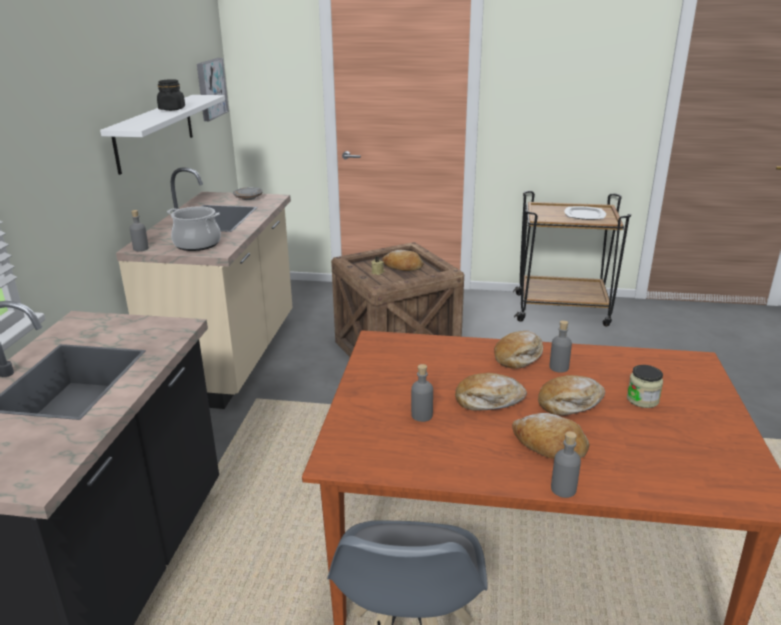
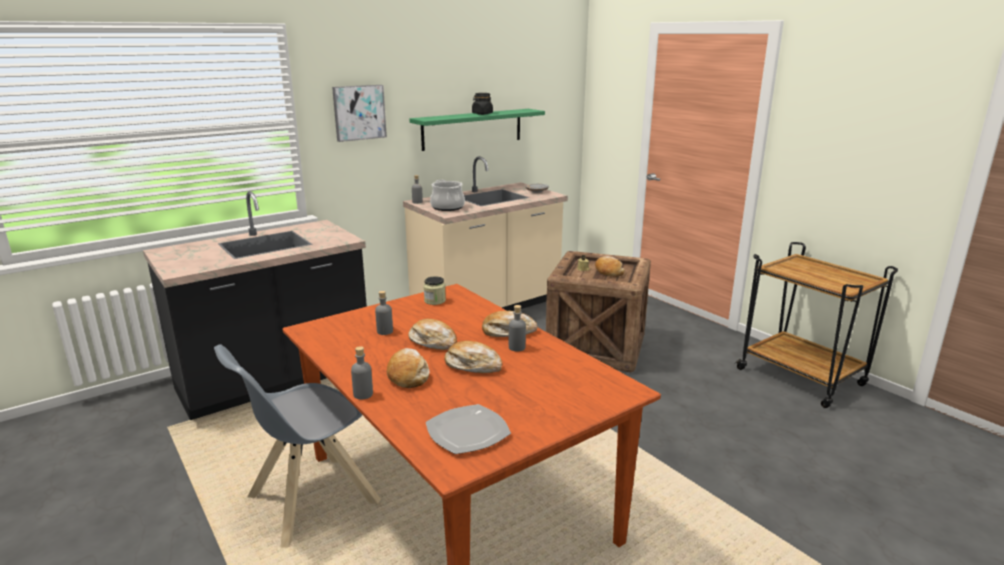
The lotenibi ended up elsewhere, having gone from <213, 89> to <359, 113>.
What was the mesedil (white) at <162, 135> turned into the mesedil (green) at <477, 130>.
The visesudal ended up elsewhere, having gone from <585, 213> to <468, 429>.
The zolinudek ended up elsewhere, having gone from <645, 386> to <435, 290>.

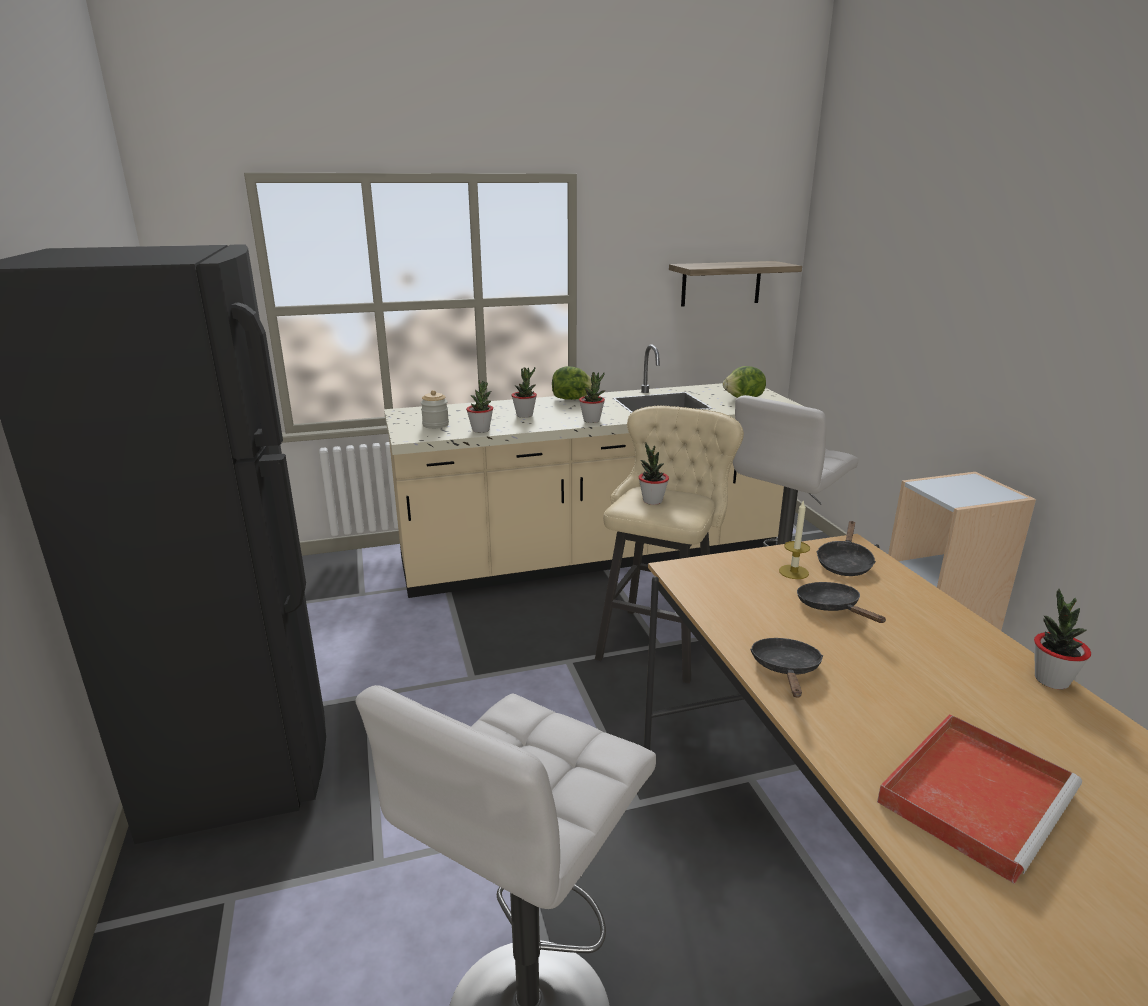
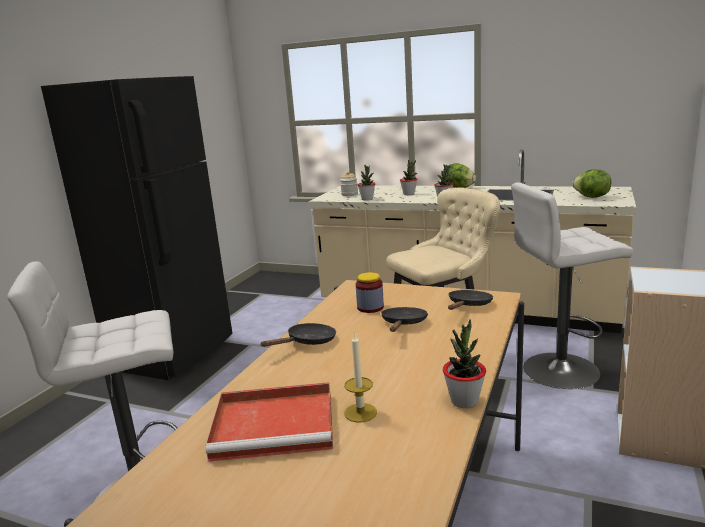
The second view lost the mesedil at <735, 284>.
The second view lost the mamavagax at <654, 474>.
The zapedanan ended up elsewhere, having gone from <794, 540> to <360, 378>.
The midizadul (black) at <846, 548> ended up facing another way, 150 degrees clockwise from before.
The second view gained the zolinudek at <370, 292>.

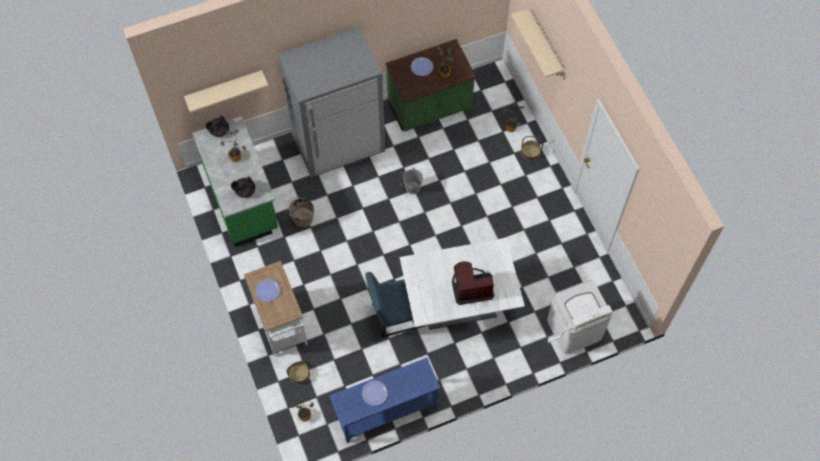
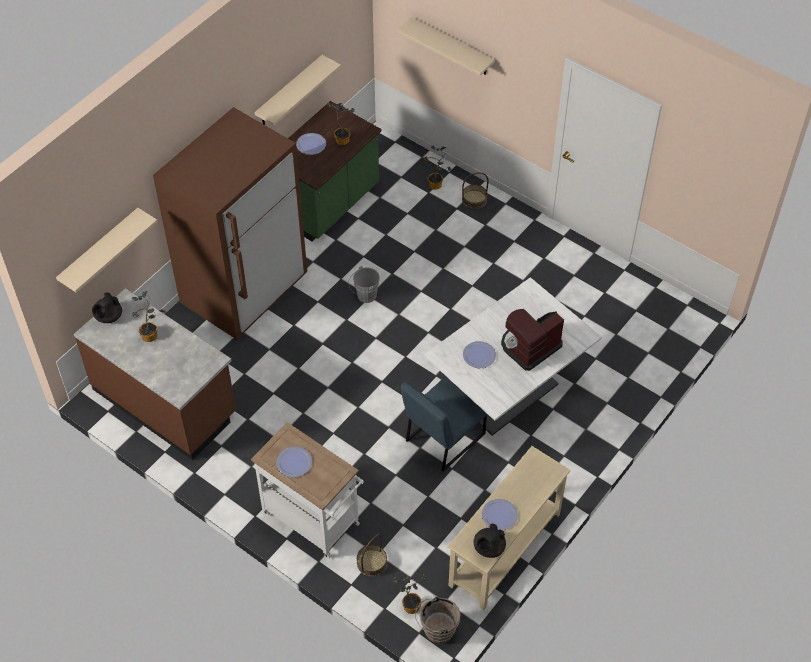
What was the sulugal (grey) at <331, 102> turned into the sulugal (brown) at <230, 223>.
What was the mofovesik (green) at <235, 181> turned into the mofovesik (brown) at <155, 374>.
The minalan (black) ended up elsewhere, having gone from <243, 187> to <490, 541>.
The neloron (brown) ended up elsewhere, having gone from <300, 212> to <438, 620>.
The second view lost the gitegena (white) at <580, 317>.
What was the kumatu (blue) at <385, 400> turned into the kumatu (beige) at <509, 528>.
The second view gained the mesedil (beige) at <298, 90>.
The second view gained the visesudal at <479, 354>.

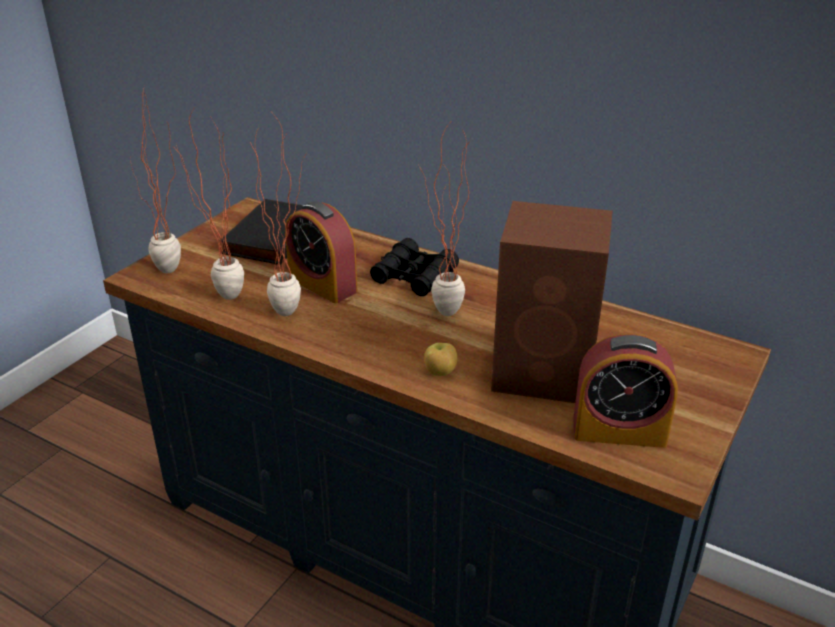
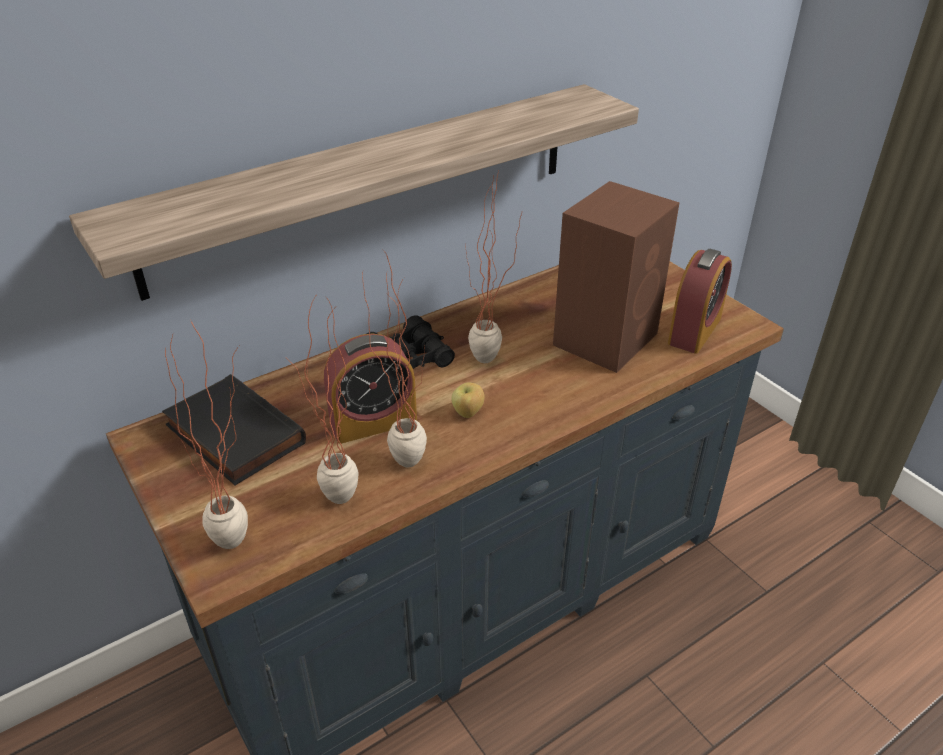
The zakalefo ended up elsewhere, having gone from <440, 359> to <468, 400>.
The second view gained the mesedil at <354, 192>.

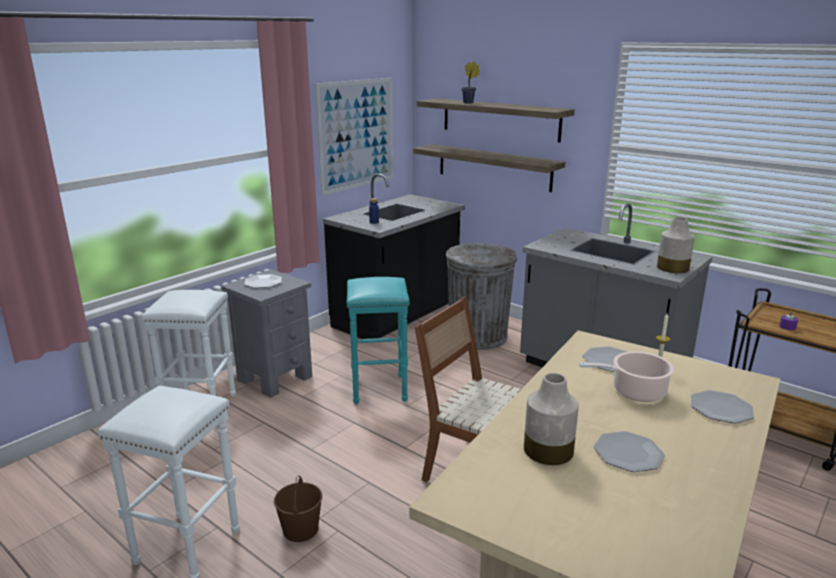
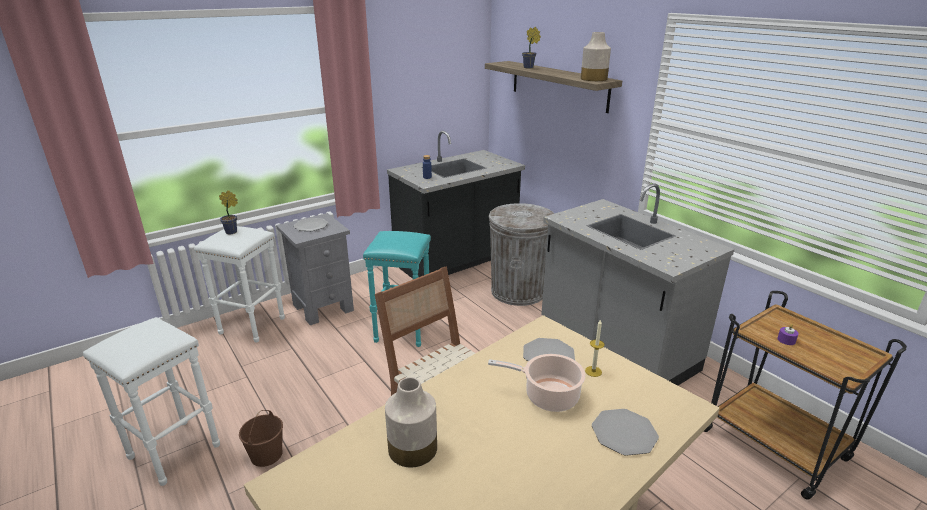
The second view lost the lotenibi at <354, 136>.
The second view lost the mesedil at <489, 168>.
The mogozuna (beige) ended up elsewhere, having gone from <676, 245> to <596, 56>.
The second view lost the visesudal at <629, 451>.
The second view gained the mamavagax at <228, 212>.

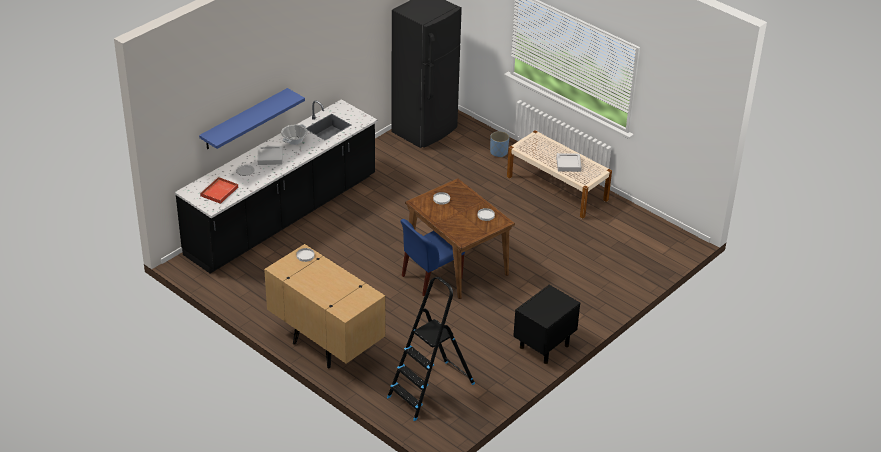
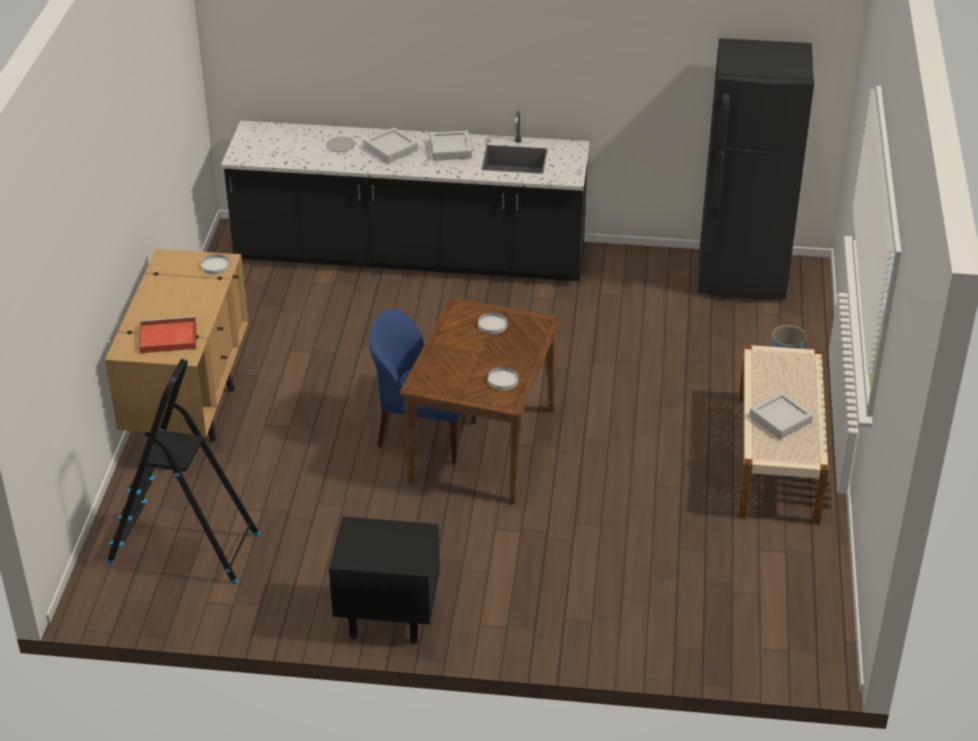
The second view lost the mesedil (blue) at <252, 119>.
Where the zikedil stood at <294, 135>, the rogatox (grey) came to stand at <451, 146>.
The rogatox (red) ended up elsewhere, having gone from <218, 190> to <167, 334>.

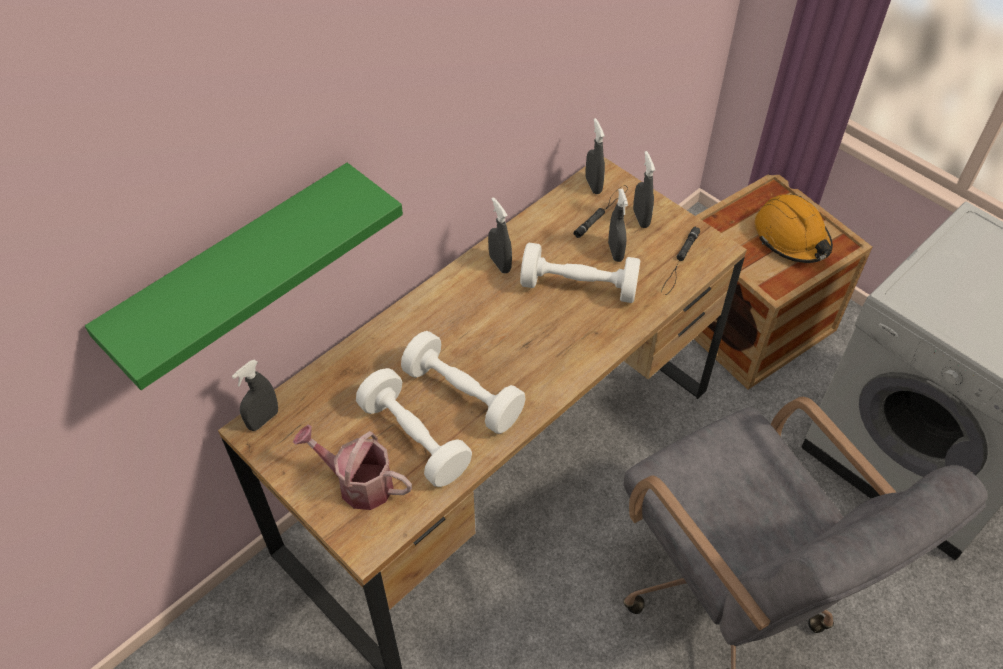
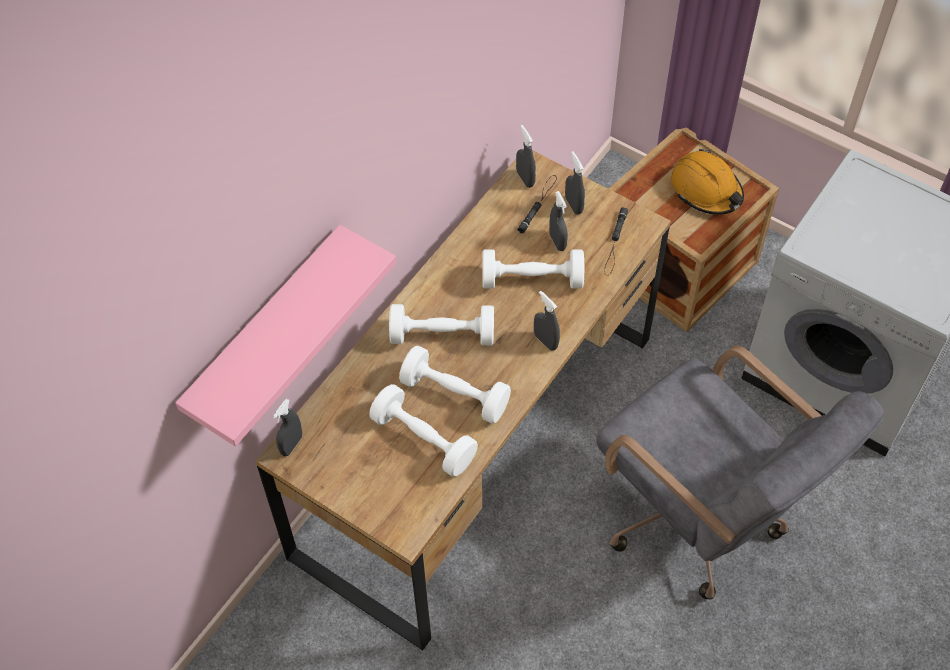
What was the mesedil (green) at <244, 276> turned into the mesedil (pink) at <286, 335>.
The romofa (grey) ended up elsewhere, having gone from <500, 235> to <547, 320>.
The second view lost the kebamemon at <352, 467>.
The second view gained the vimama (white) at <441, 324>.

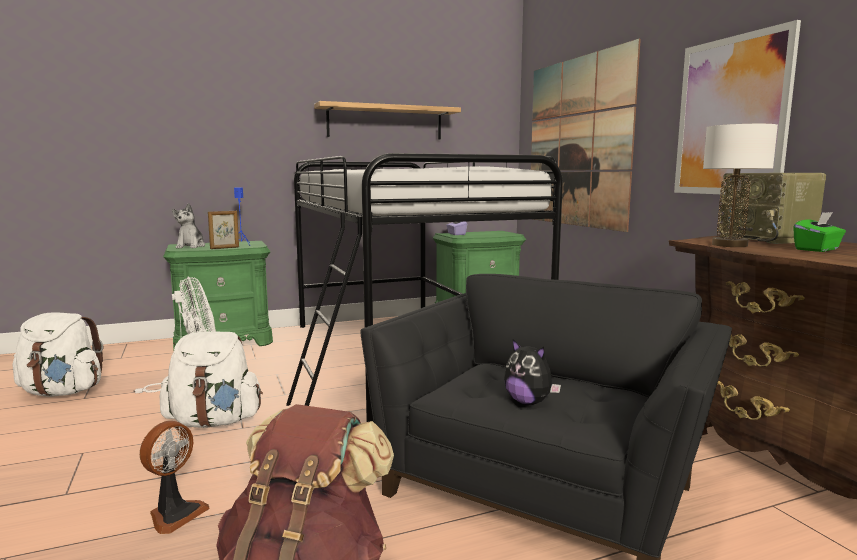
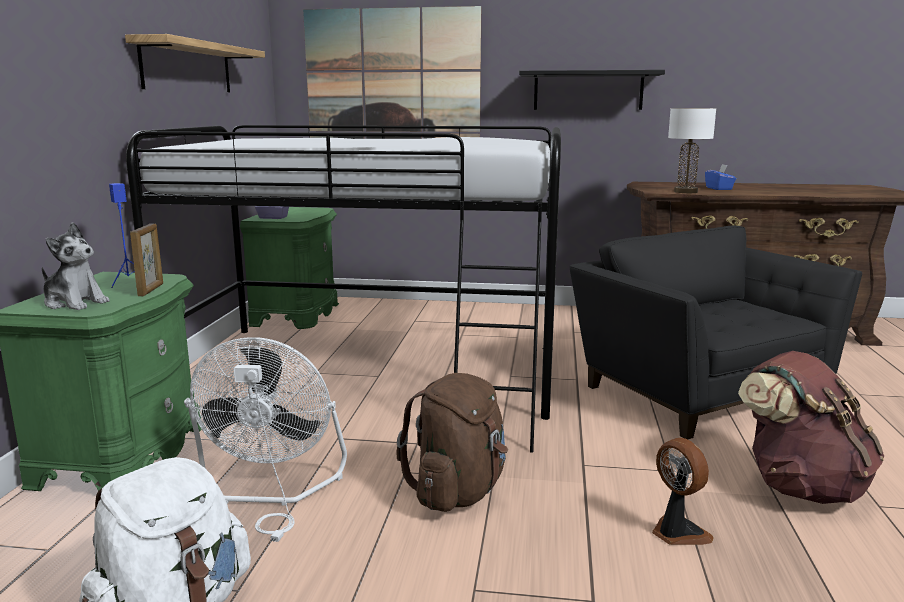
Where the lotenibi hung at <737, 107>, the mesedil (black) came to hang at <592, 90>.
The second view lost the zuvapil at <772, 208>.
What was the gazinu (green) at <819, 232> turned into the gazinu (blue) at <720, 177>.
What was the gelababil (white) at <211, 379> turned into the gelababil (brown) at <452, 442>.
The second view lost the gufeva at <532, 372>.

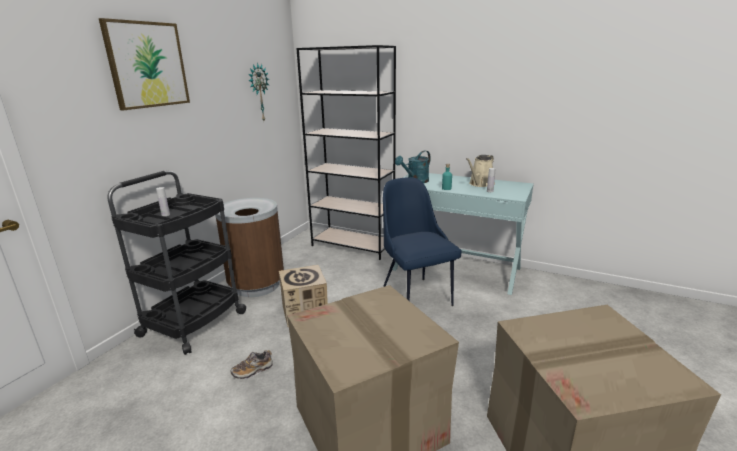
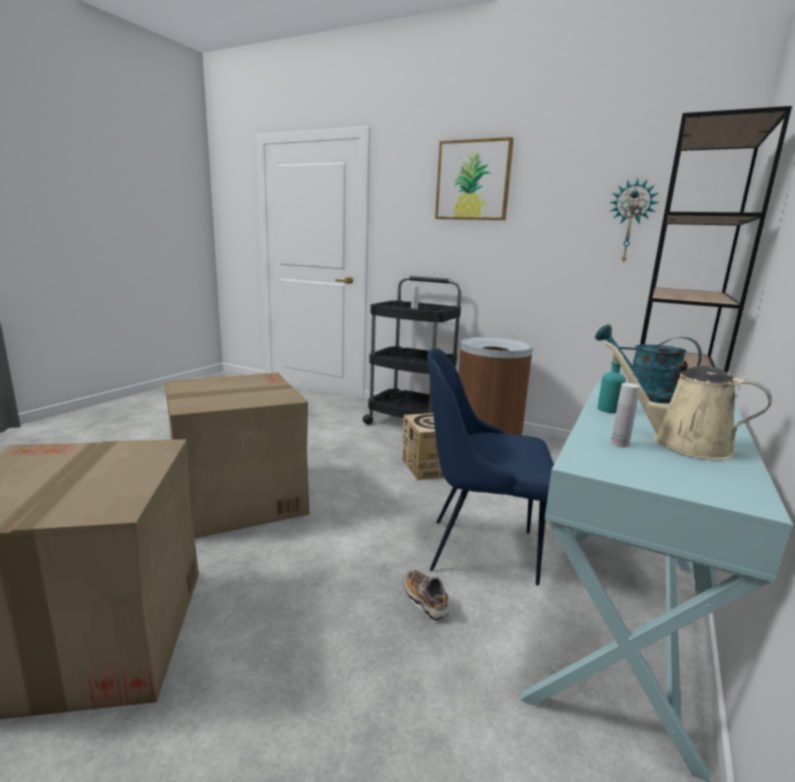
The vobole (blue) at <422, 241> ended up facing another way, 150 degrees counterclockwise from before.
The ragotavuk ended up elsewhere, having gone from <251, 364> to <427, 595>.

